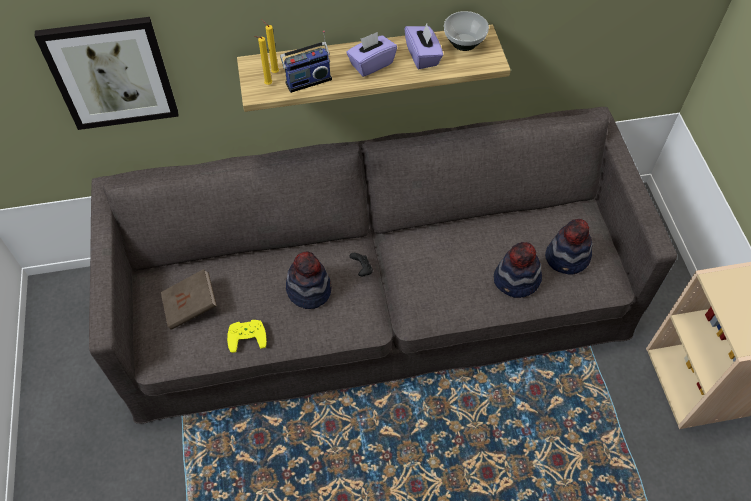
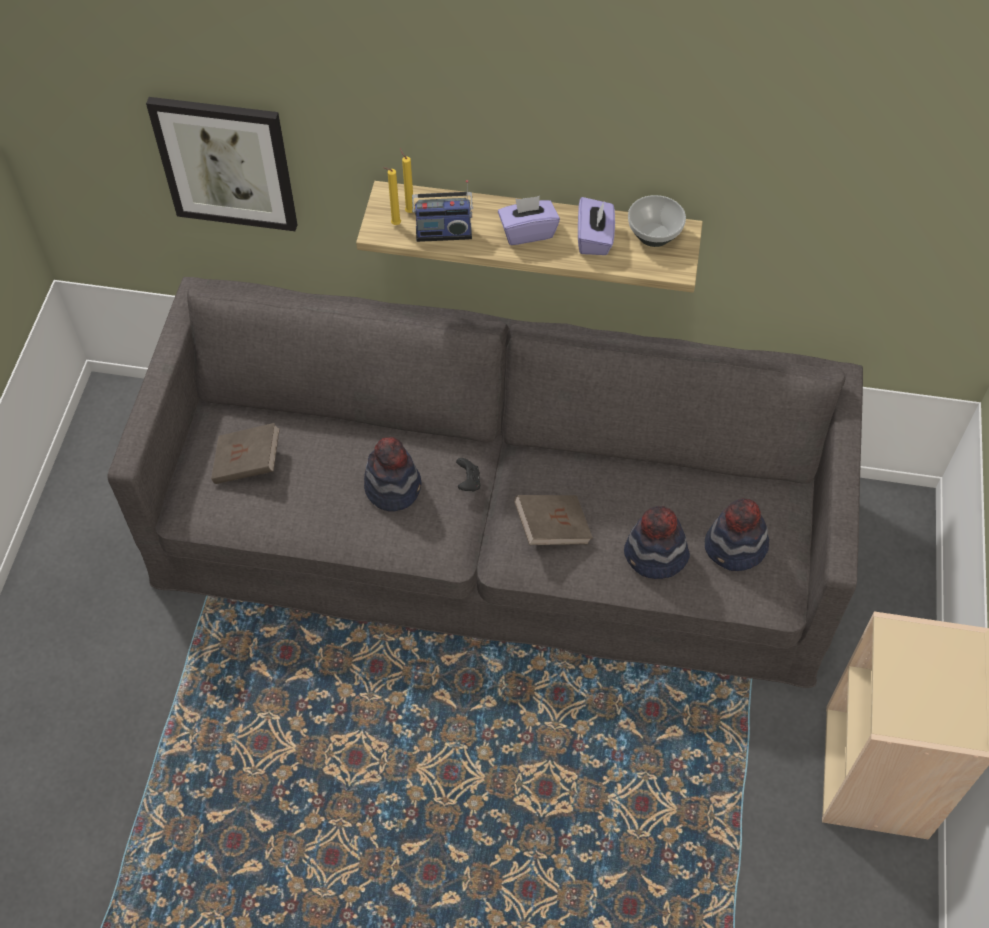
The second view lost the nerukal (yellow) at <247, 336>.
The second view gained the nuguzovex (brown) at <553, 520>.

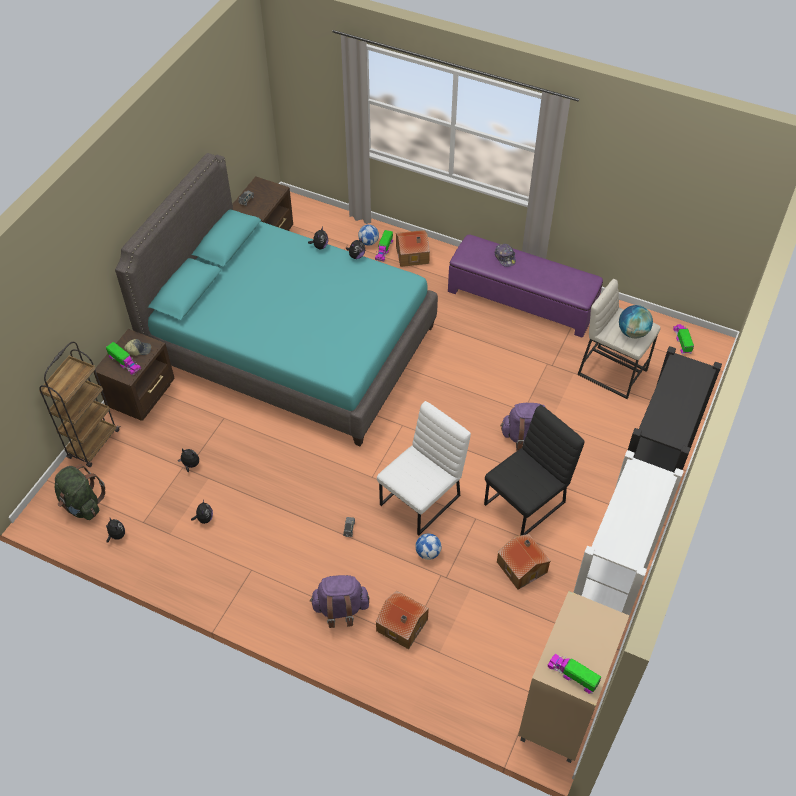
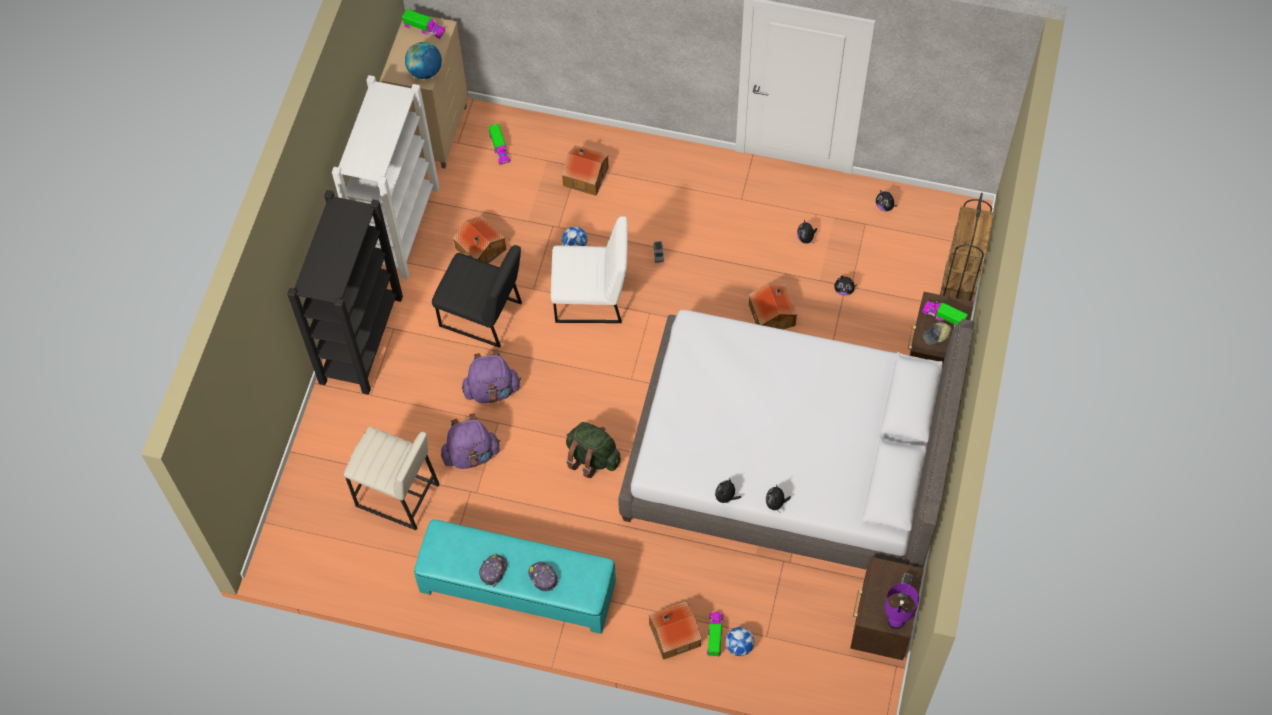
What was the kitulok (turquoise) at <276, 299> turned into the kitulok (grey) at <796, 440>.
What was the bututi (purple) at <525, 286> turned into the bututi (turquoise) at <515, 576>.
The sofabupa ended up elsewhere, having gone from <636, 321> to <423, 60>.
The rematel ended up elsewhere, having gone from <683, 339> to <499, 144>.
The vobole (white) at <424, 468> ended up facing another way, 120 degrees counterclockwise from before.
The vobole (black) at <534, 470> ended up facing another way, 105 degrees counterclockwise from before.
The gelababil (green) ended up elsewhere, having gone from <80, 492> to <593, 450>.
The gelababil (purple) ended up elsewhere, having gone from <339, 601> to <470, 441>.
The second view gained the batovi at <773, 306>.
The second view gained the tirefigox at <493, 570>.
The second view gained the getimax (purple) at <902, 606>.

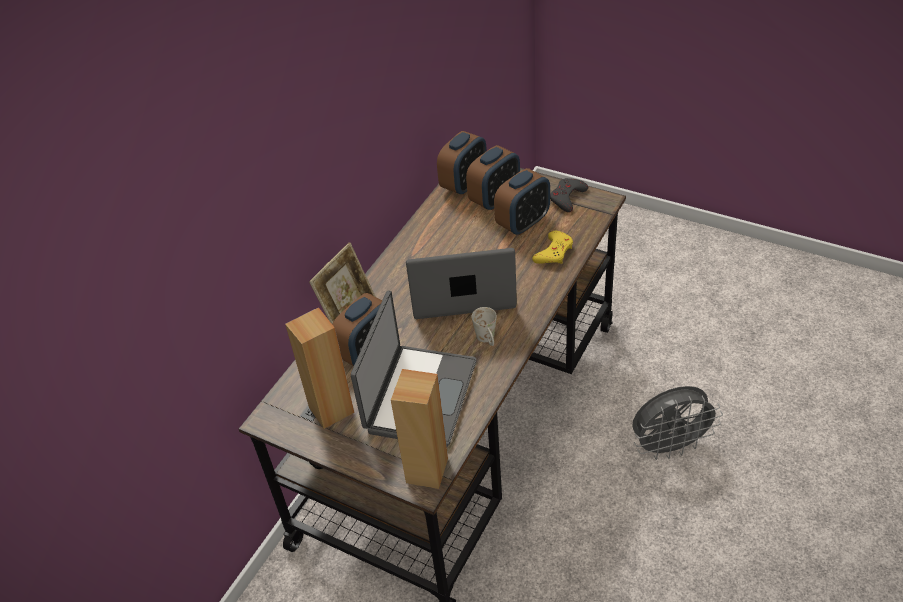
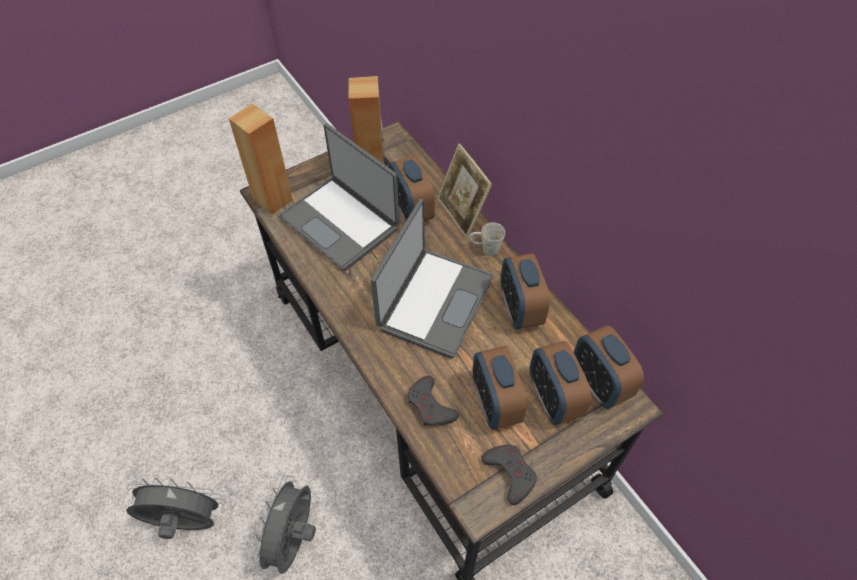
What was the nerukal (yellow) at <552, 247> turned into the nerukal (grey) at <433, 401>.
The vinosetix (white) ended up elsewhere, having gone from <484, 326> to <487, 239>.
The second view gained the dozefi at <525, 291>.
The second view gained the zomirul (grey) at <175, 508>.

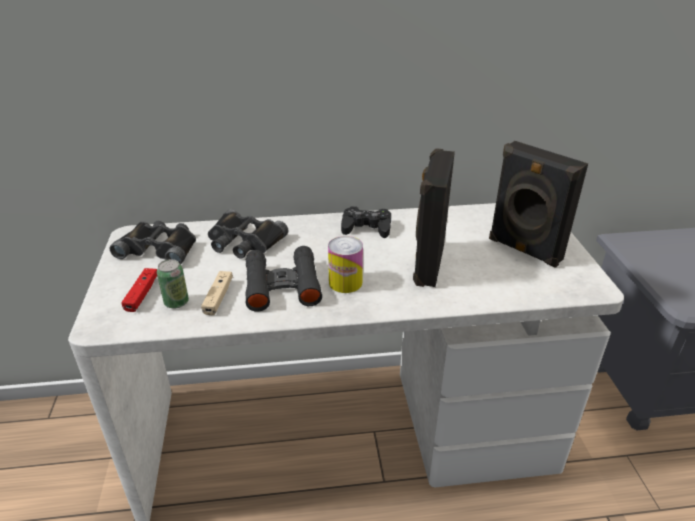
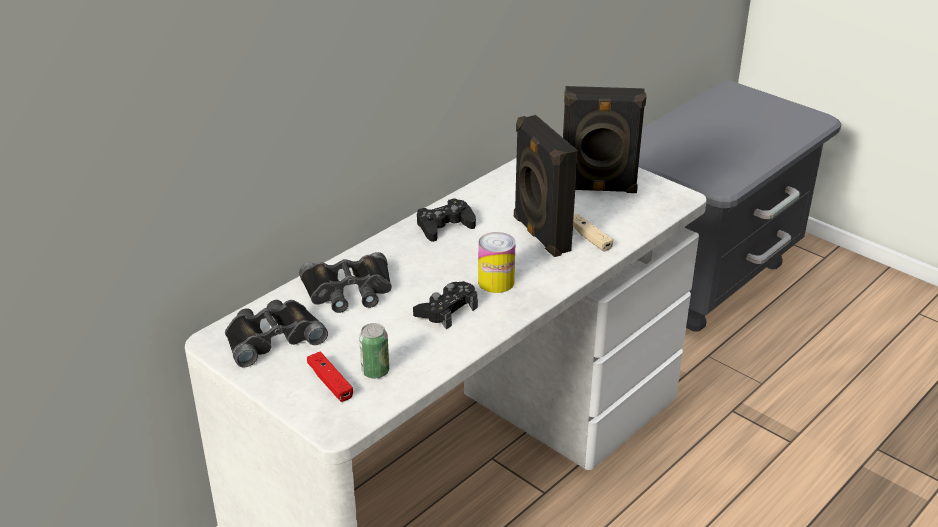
Where the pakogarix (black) stood at <284, 279>, the nerukal (black) came to stand at <445, 305>.
The nerukal (beige) ended up elsewhere, having gone from <217, 293> to <593, 232>.

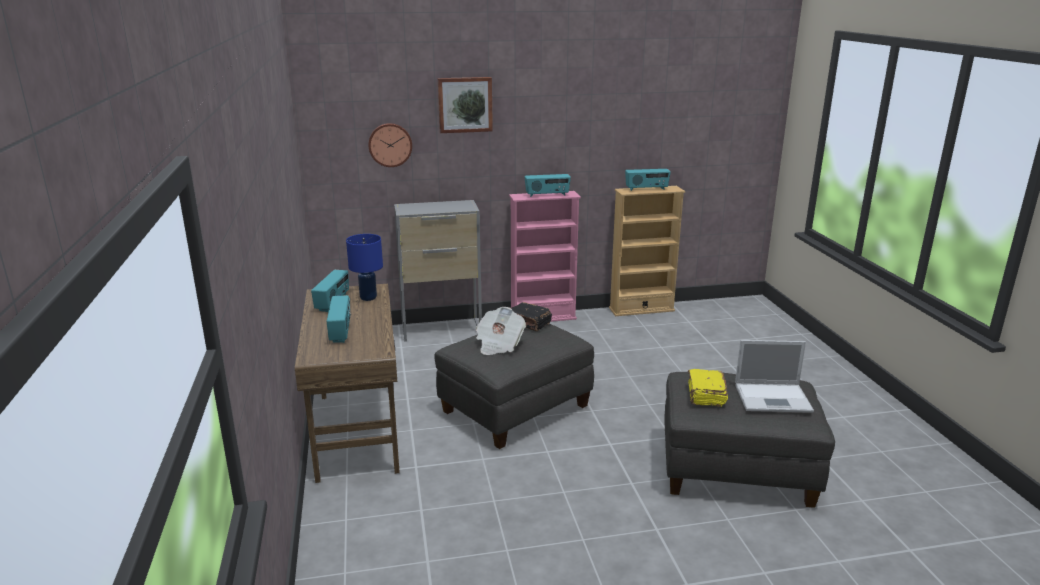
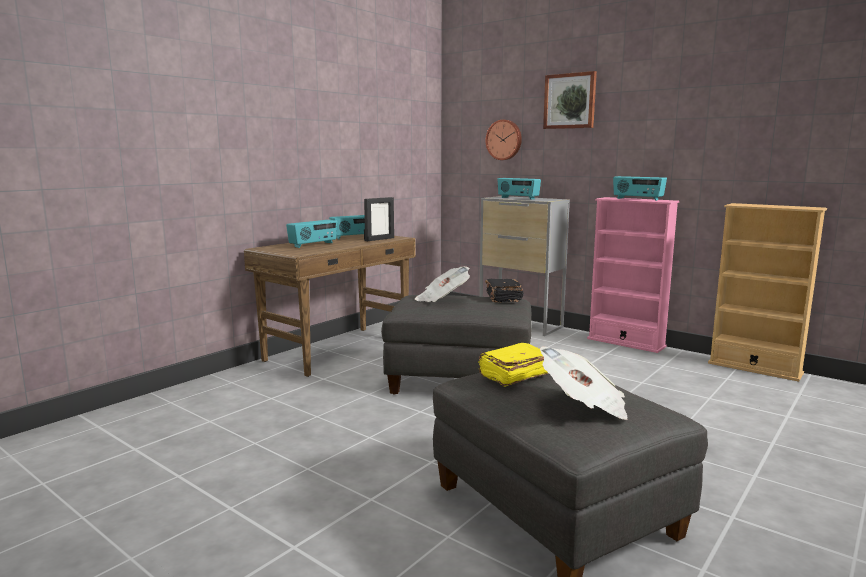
The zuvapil ended up elsewhere, having gone from <648, 180> to <519, 189>.
Where the getimax (blue) stood at <364, 267>, the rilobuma came to stand at <379, 219>.
Where the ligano stood at <774, 376>, the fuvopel came to stand at <584, 383>.

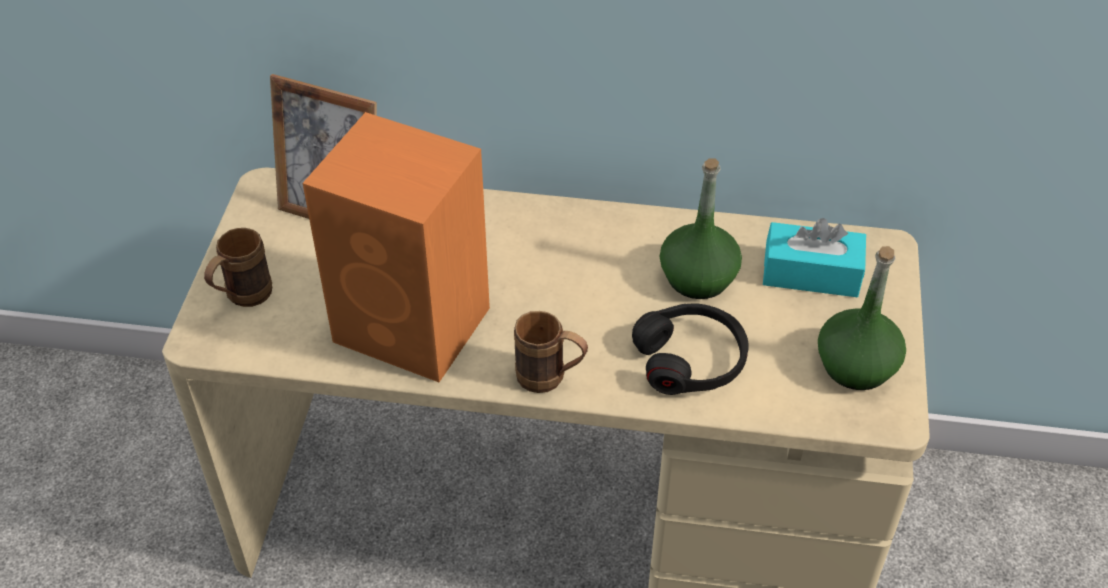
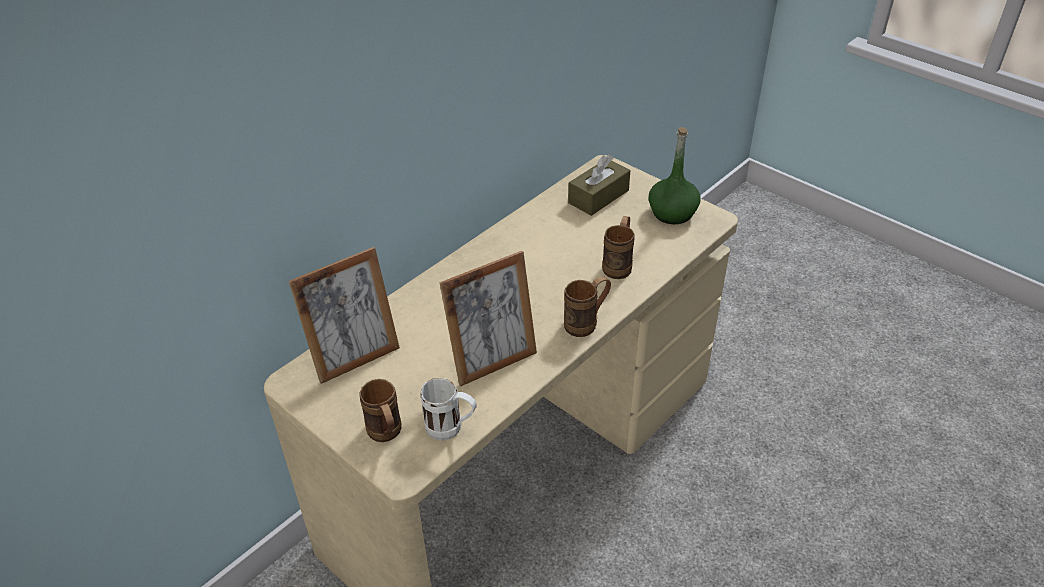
Where the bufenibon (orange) stood at <396, 247>, the rilobuma came to stand at <488, 318>.
The second view lost the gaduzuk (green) at <701, 228>.
What was the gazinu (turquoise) at <814, 257> turned into the gazinu (brown) at <599, 185>.
Where the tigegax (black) stood at <690, 349>, the vinosetix (brown) came to stand at <618, 247>.
The second view gained the vinosetix (white) at <448, 409>.

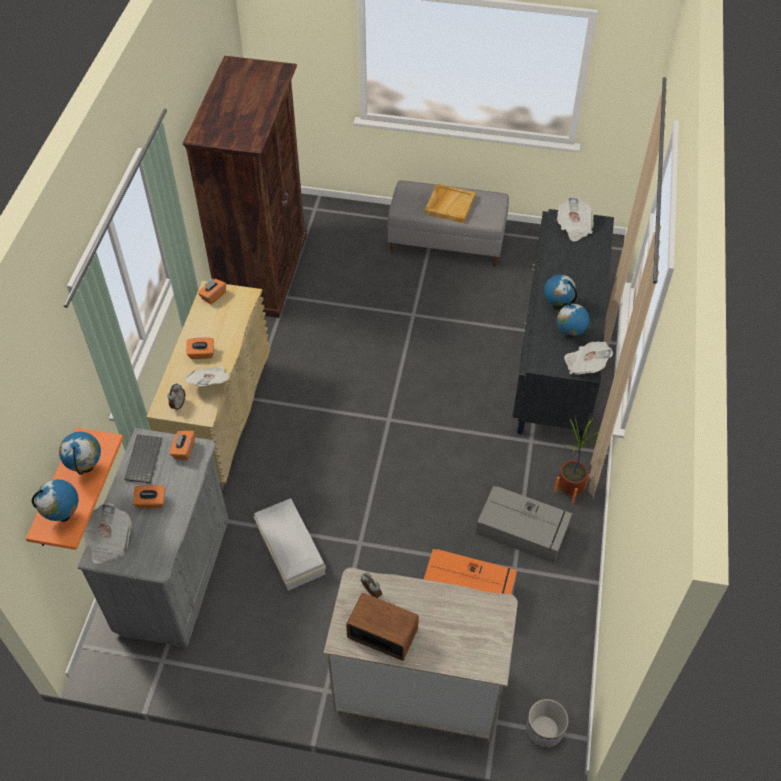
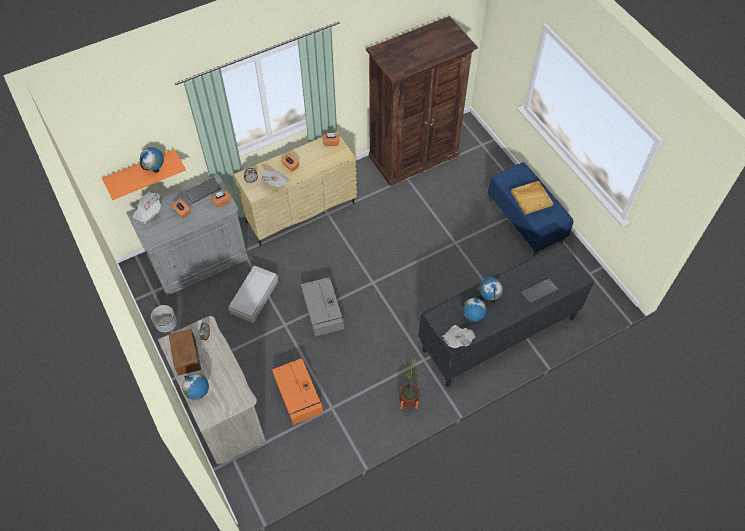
What was the bututi (grey) at <448, 223> turned into the bututi (blue) at <530, 209>.
The second view lost the fuvopel at <575, 219>.
The sofabupa ended up elsewhere, having gone from <55, 500> to <195, 386>.
The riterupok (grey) ended up elsewhere, having gone from <524, 524> to <322, 307>.
The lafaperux ended up elsewhere, having gone from <547, 723> to <164, 319>.
The second view gained the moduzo at <540, 291>.

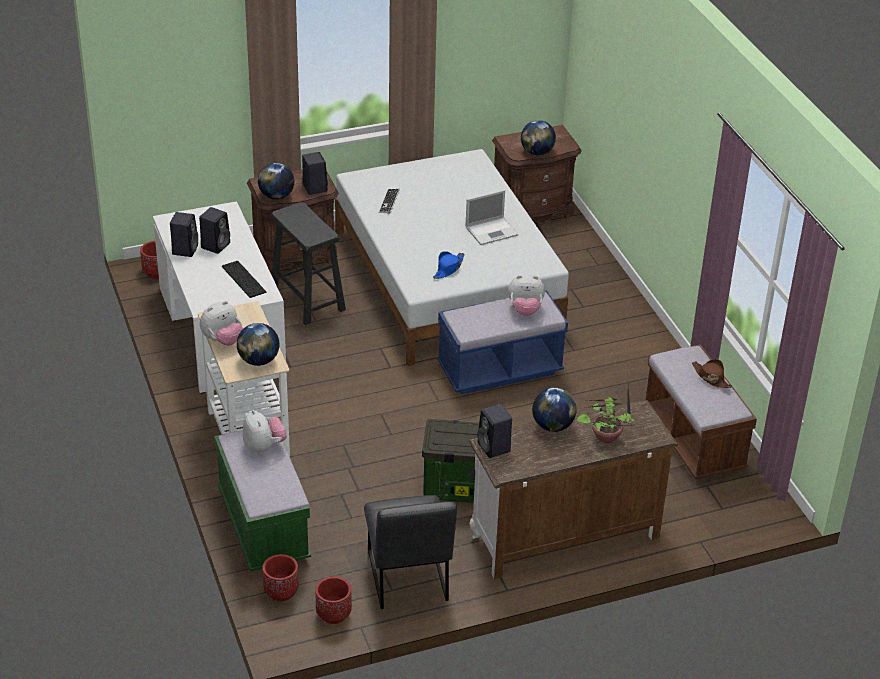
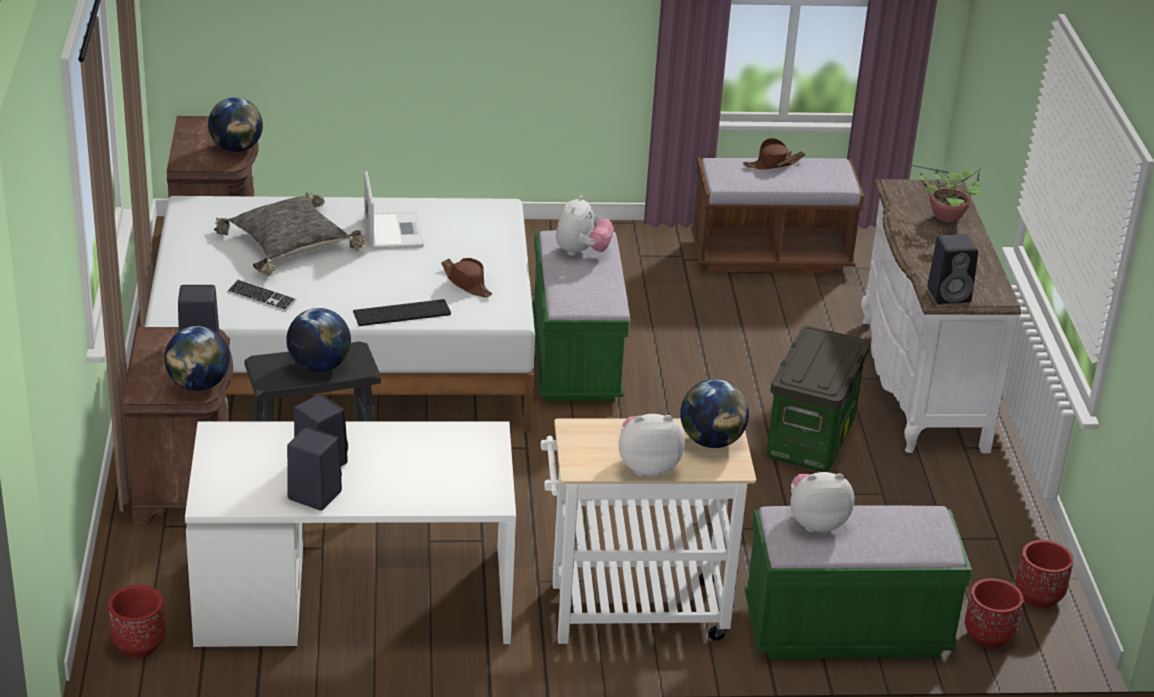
What was the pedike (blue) at <449, 265> turned into the pedike (brown) at <466, 277>.
The moduzo ended up elsewhere, having gone from <244, 279> to <402, 312>.
What was the bututi (blue) at <502, 342> turned into the bututi (green) at <581, 315>.
The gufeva at <221, 323> ended up facing another way, 75 degrees counterclockwise from before.
The sofabupa ended up elsewhere, having gone from <554, 409> to <318, 340>.
The second view lost the vobole (grey) at <410, 552>.
The second view gained the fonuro at <290, 234>.

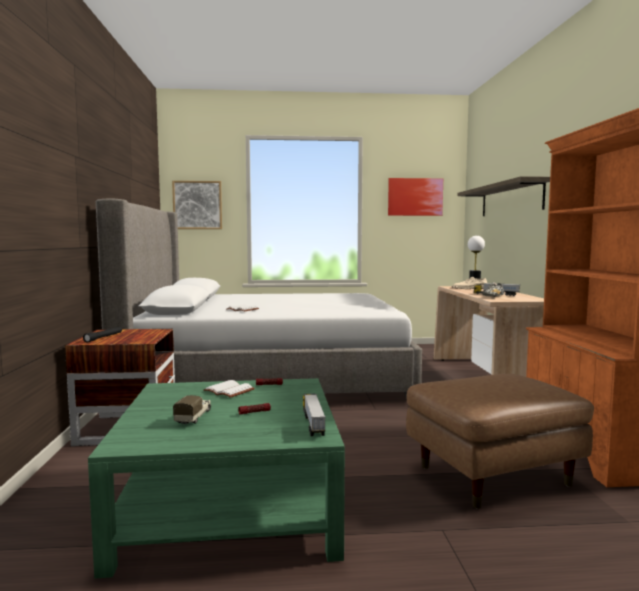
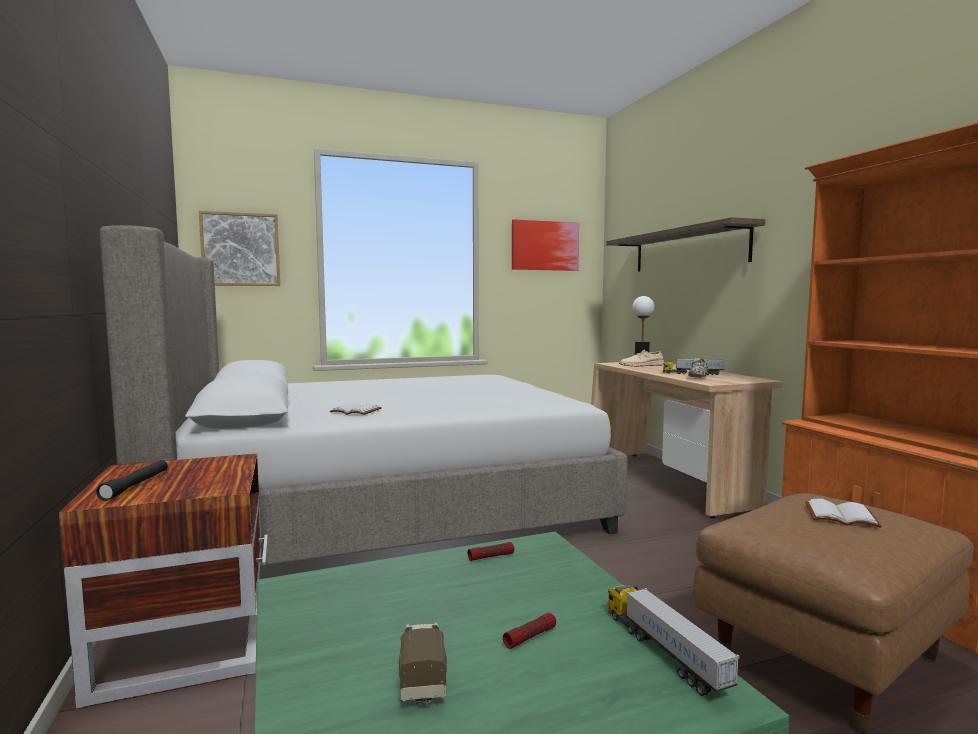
The nuguzovex (white) ended up elsewhere, having gone from <229, 389> to <843, 513>.

